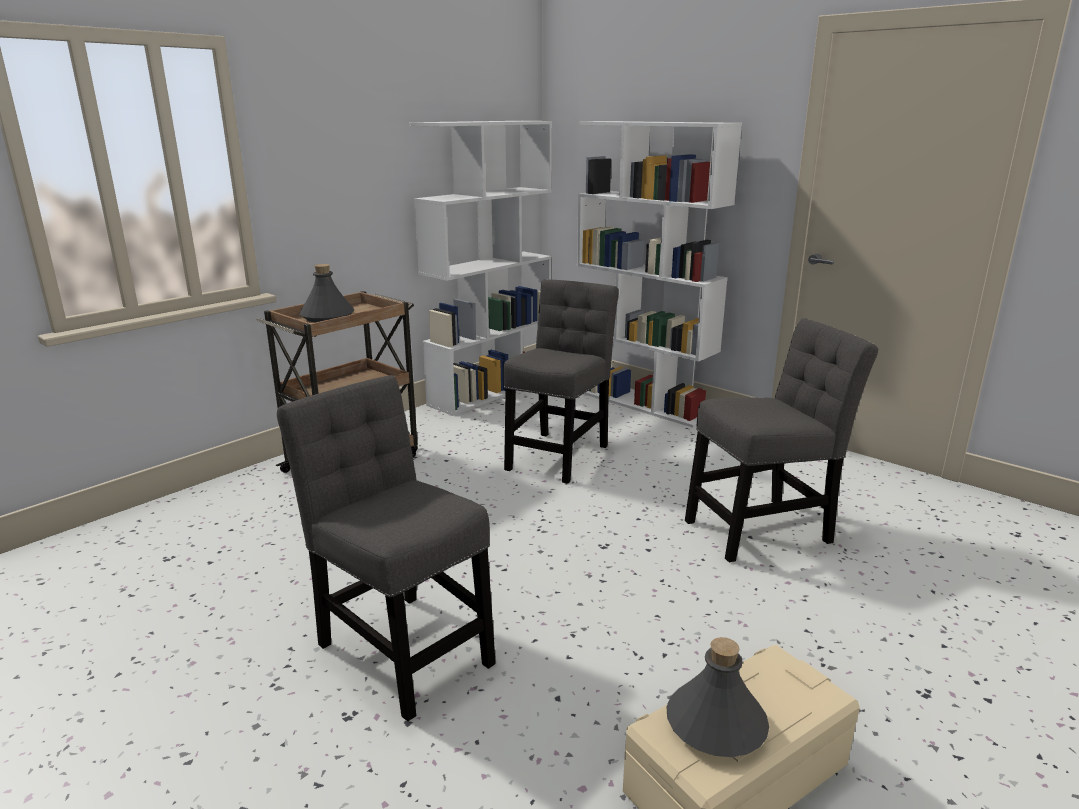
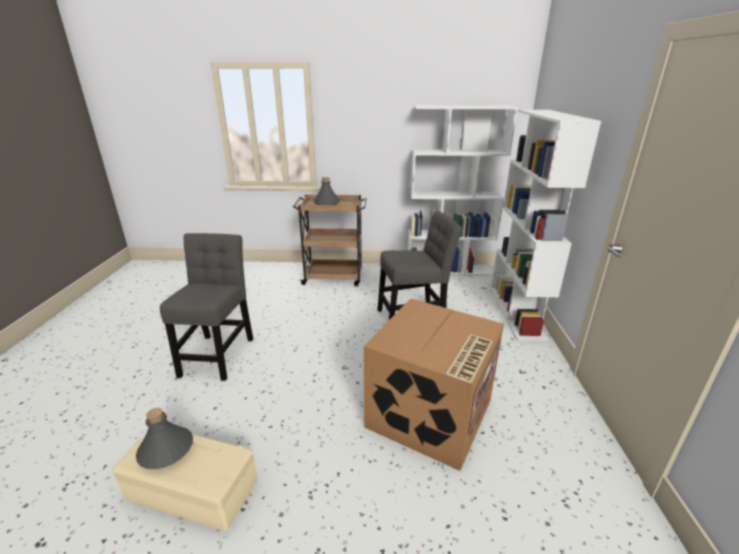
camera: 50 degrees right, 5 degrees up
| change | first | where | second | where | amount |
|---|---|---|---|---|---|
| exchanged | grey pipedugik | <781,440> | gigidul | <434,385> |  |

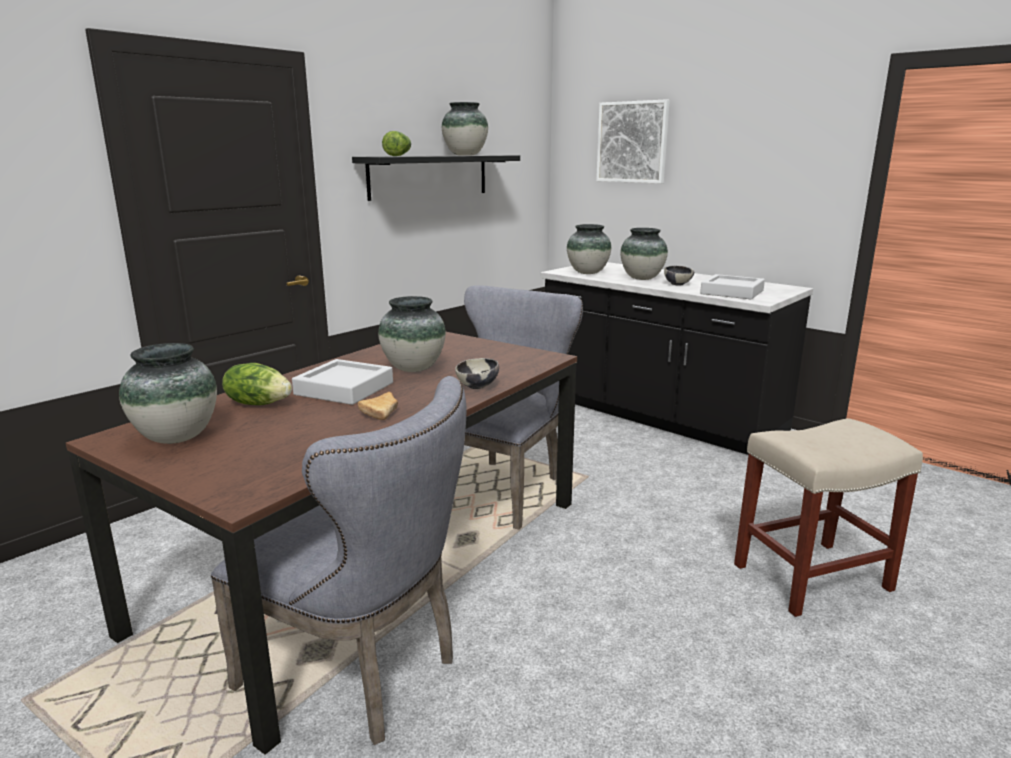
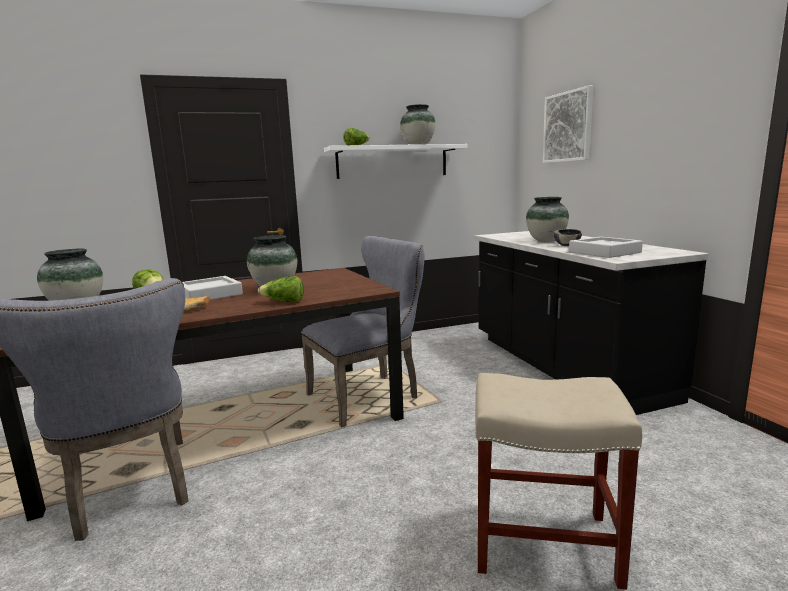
camera: 30 degrees right, 5 degrees down
| change | first | where | second | where | amount |
|---|---|---|---|---|---|
| colour | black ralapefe | <436,178> | white ralapefe | <396,161> |  |
| exchanged | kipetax | <477,373> | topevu | <281,289> |  |
| missing | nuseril | <589,249> |  |  |  |

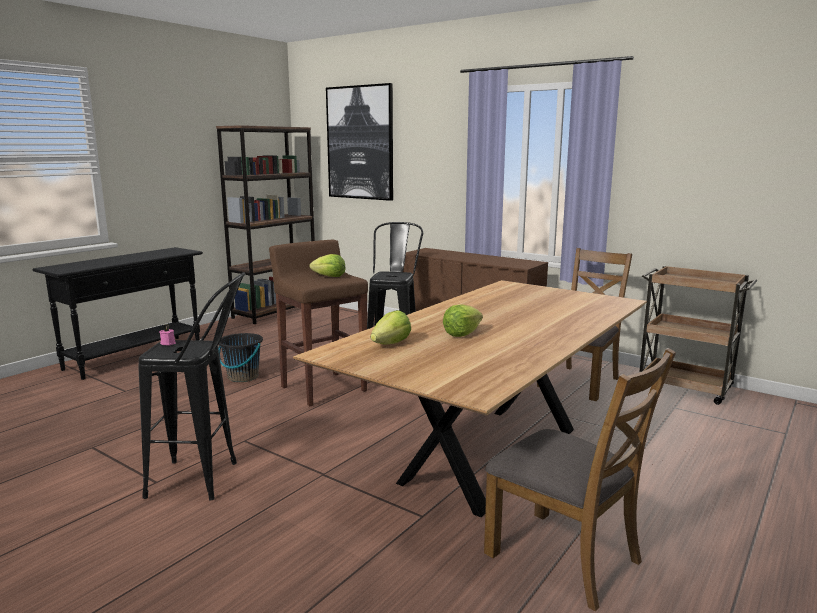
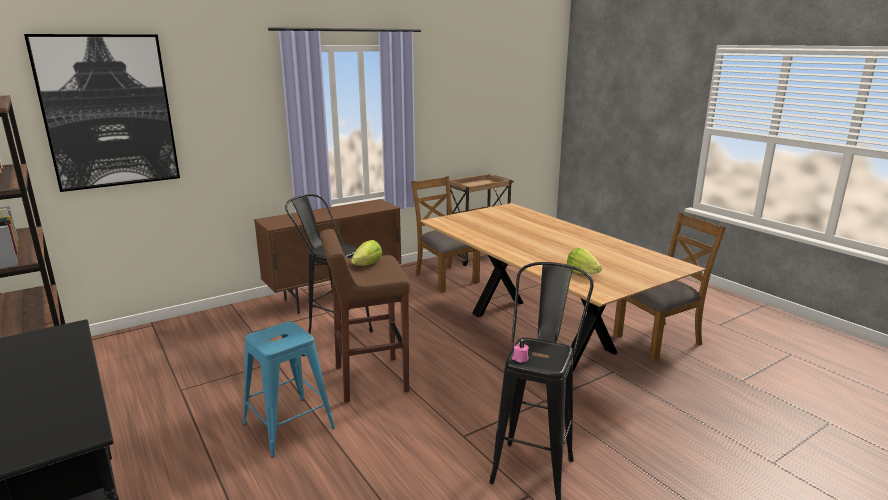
camera: 70 degrees left, 5 degrees up
| change | first | where | second | where | amount |
|---|---|---|---|---|---|
| exchanged | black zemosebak | <240,357> | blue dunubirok | <289,389> |  |
| missing | topevu | <463,320> |  |  |  |

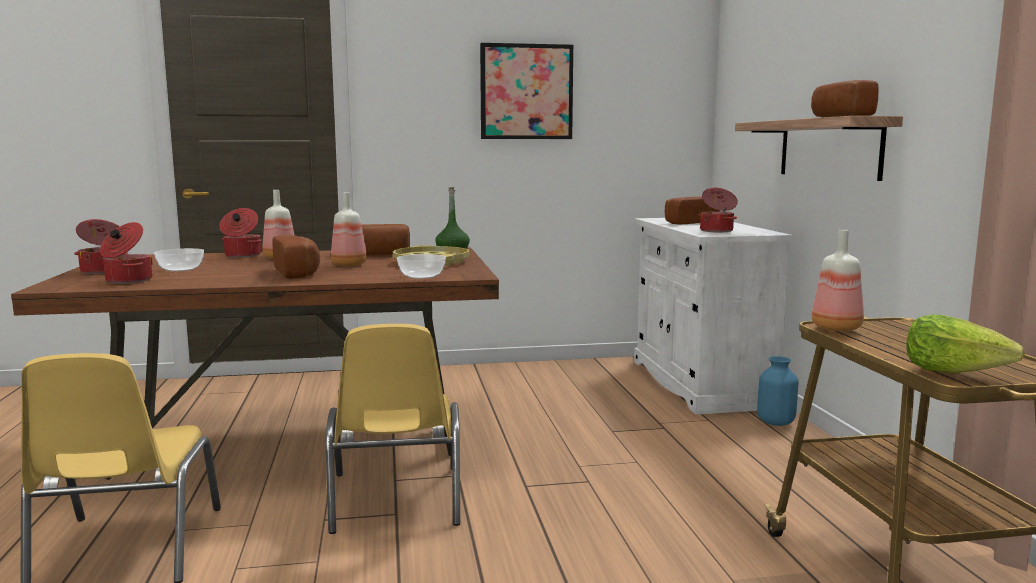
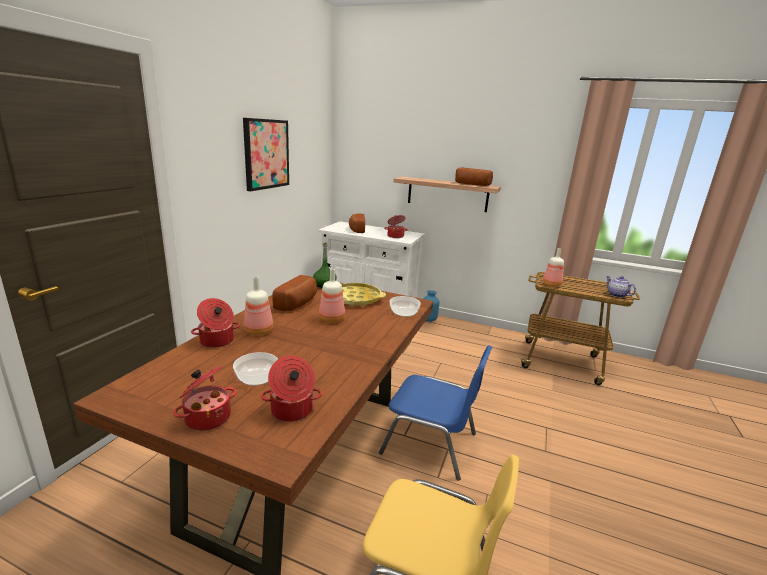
camera: 60 degrees left, 10 degrees up
| change | first | where | second | where | amount |
|---|---|---|---|---|---|
| missing | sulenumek | <296,256> |  |  |  |
| colour | yellow pipedugik | <392,429> | blue pipedugik | <436,412> |  |
| exchanged | topevu | <965,343> | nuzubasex | <621,287> |  |

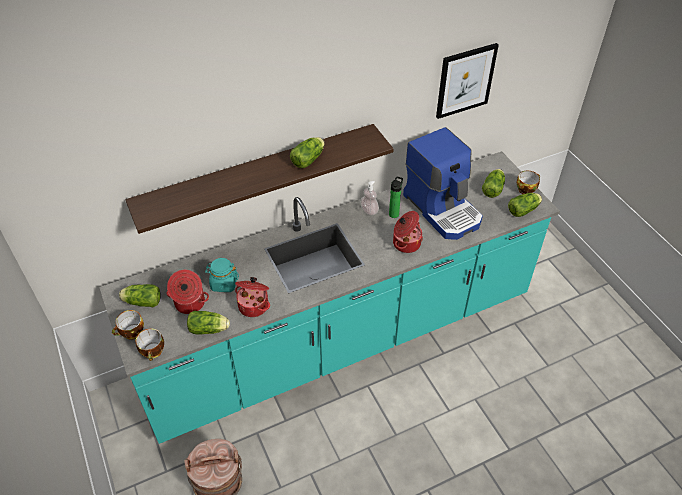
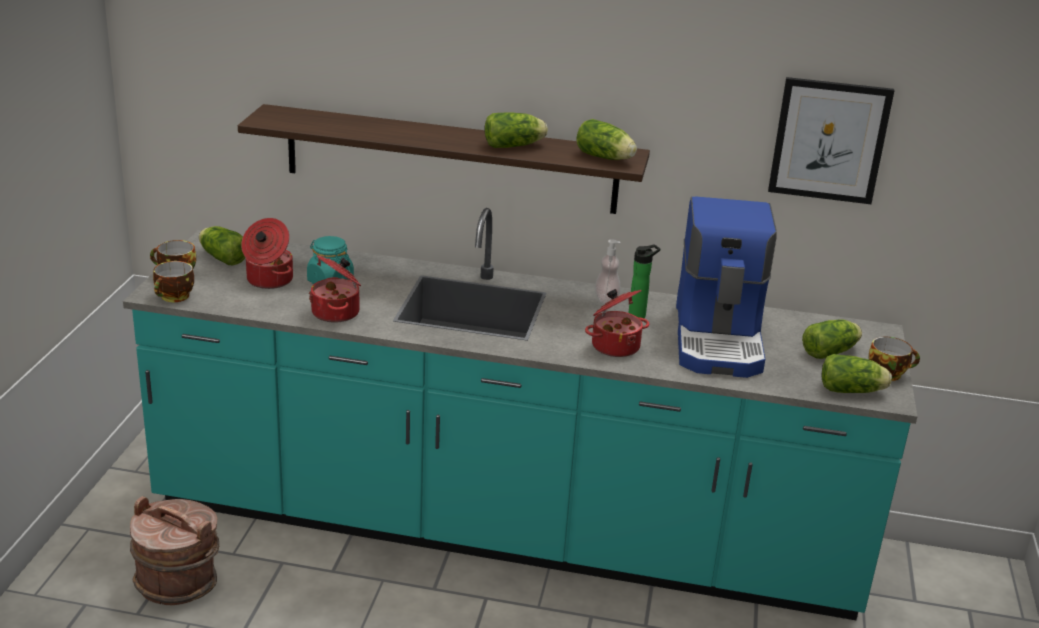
camera: 35 degrees right, 20 degrees down
| change | first | where | second | where | amount |
|---|---|---|---|---|---|
| relocated | topevu | <208,323> |  | <606,139> |  |

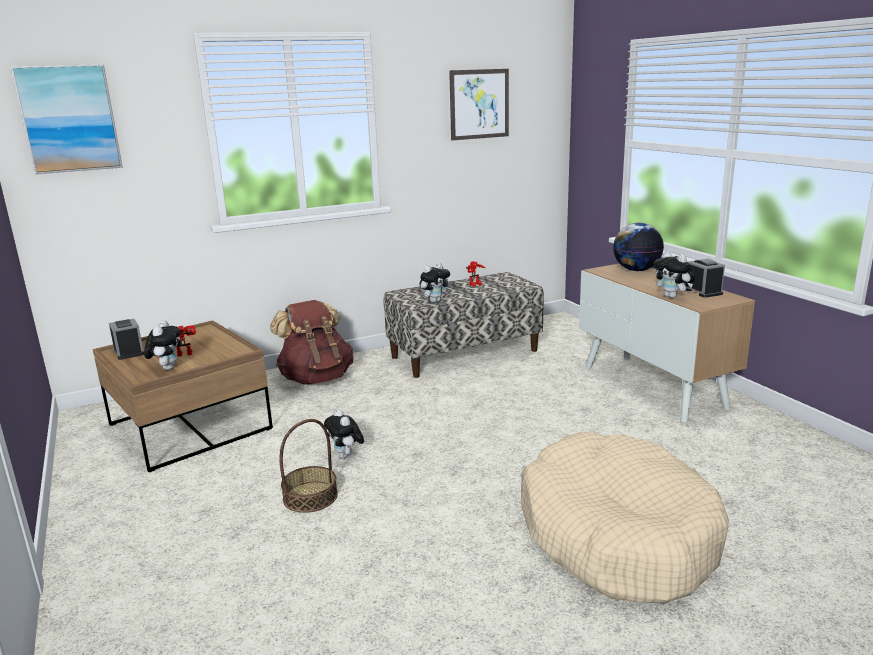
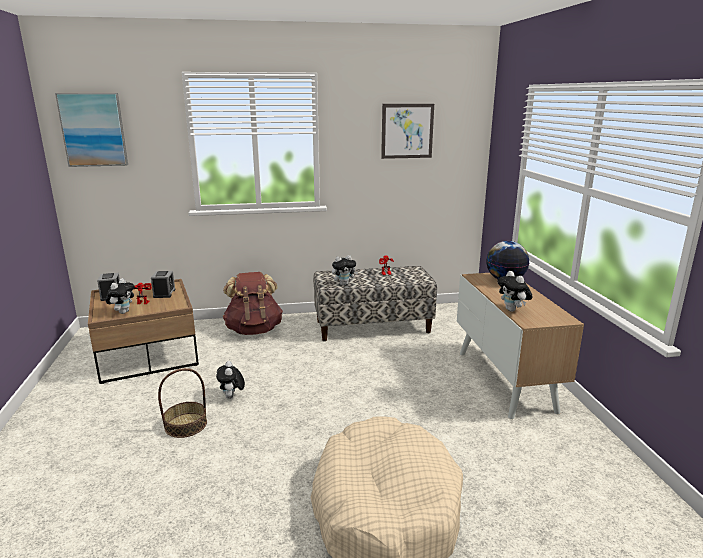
camera: 15 degrees right, 0 degrees up
| change | first | where | second | where | amount |
|---|---|---|---|---|---|
| relocated | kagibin | <705,278> |  | <163,284> |  |

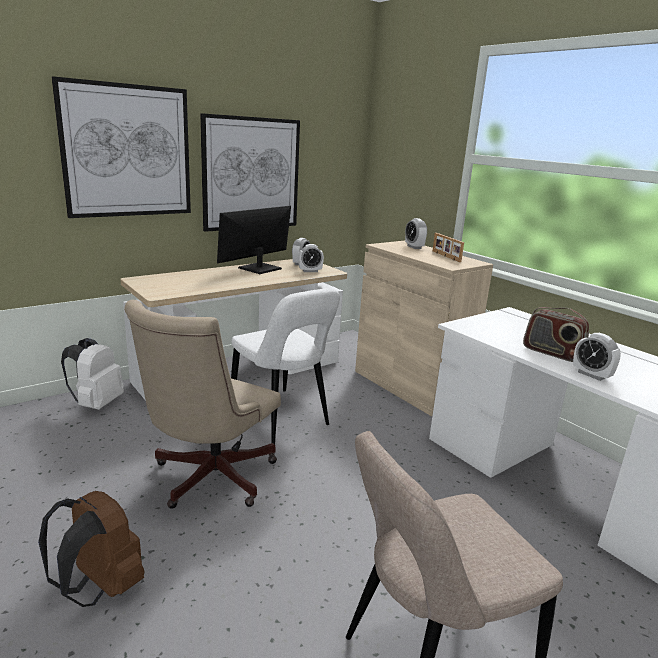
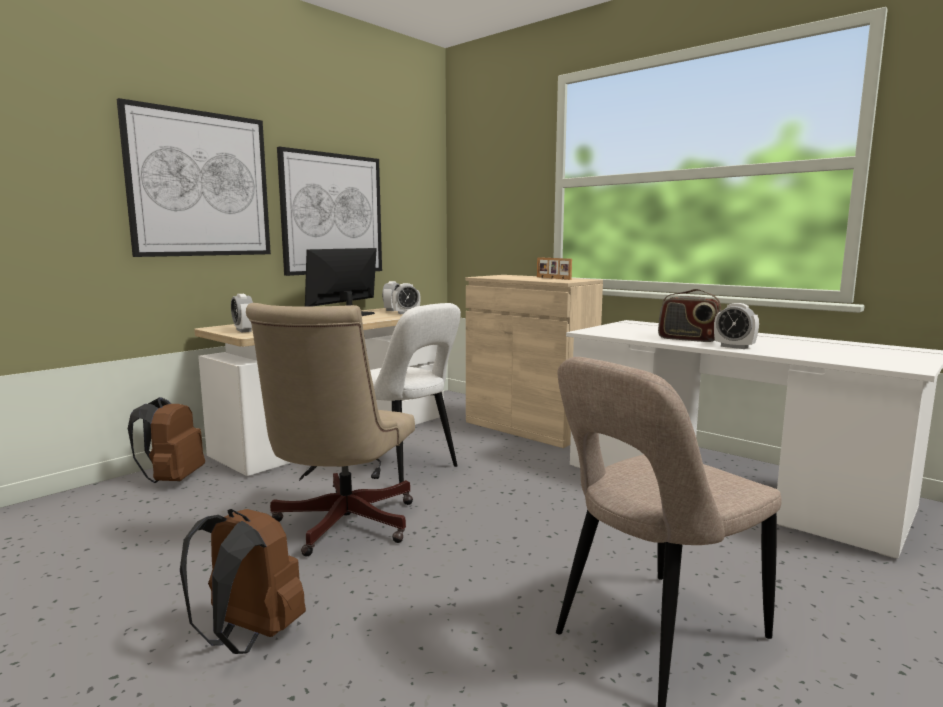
camera: 10 degrees left, 10 degrees down
| change | first | where | second | where | amount |
|---|---|---|---|---|---|
| colour | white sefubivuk | <92,374> | brown sefubivuk | <166,440> |  |
| relocated | kagibin | <416,233> |  | <242,313> |  |

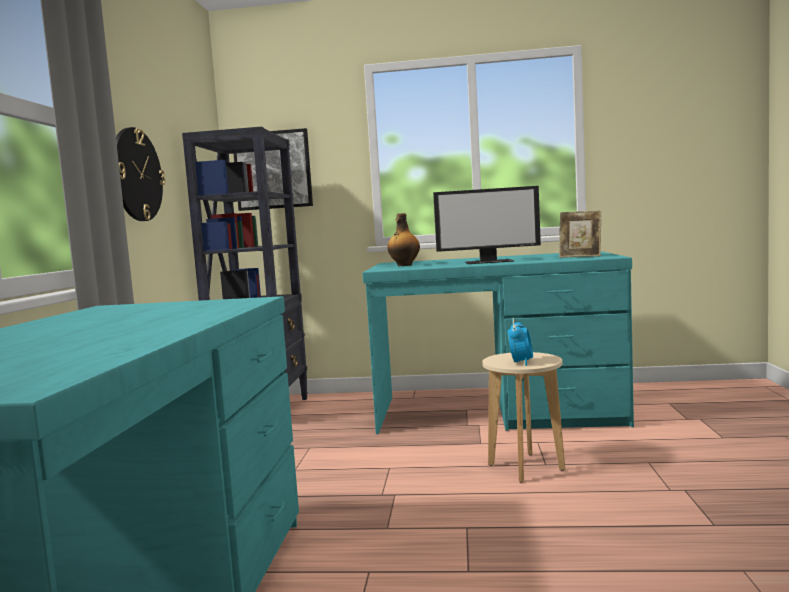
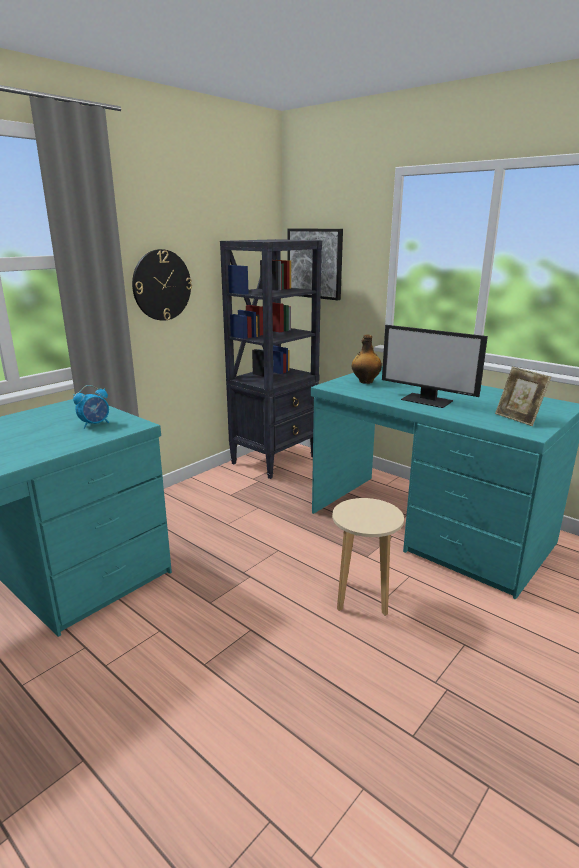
camera: 35 degrees right, 15 degrees up
| change | first | where | second | where | amount |
|---|---|---|---|---|---|
| relocated | kagibin | <520,342> |  | <91,407> |  |

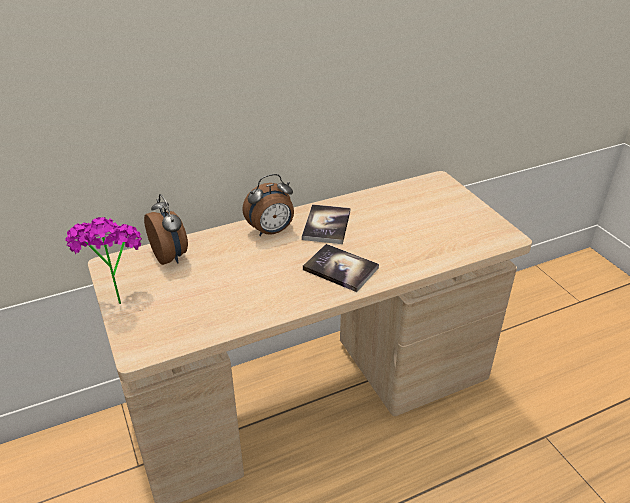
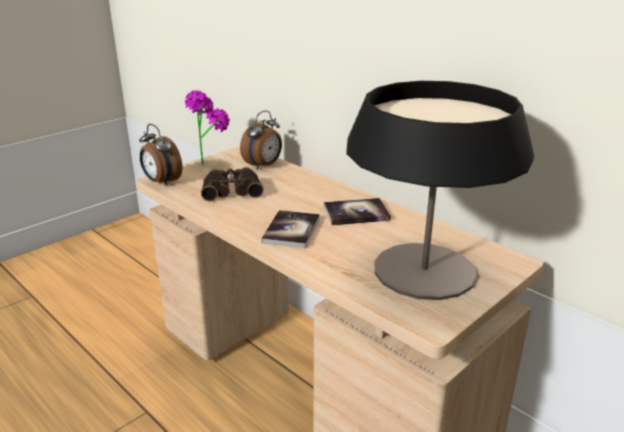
camera: 70 degrees right, 10 degrees down
| change | first | where | second | where | amount |
|---|---|---|---|---|---|
| relocated | kagibin | <268,205> |  | <160,155> |  |
| appeared |  |  | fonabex | <232,184> |  |
| appeared |  |  | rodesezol | <440,190> |  |

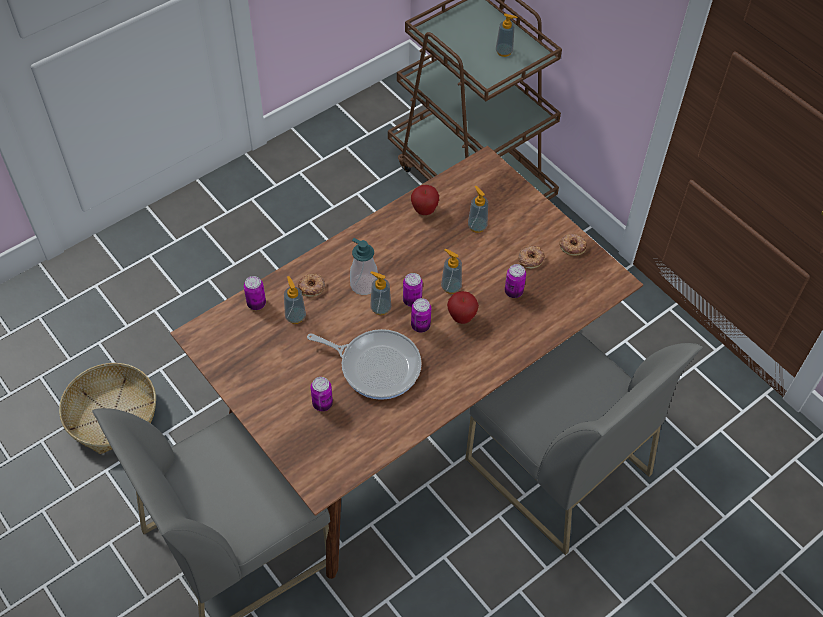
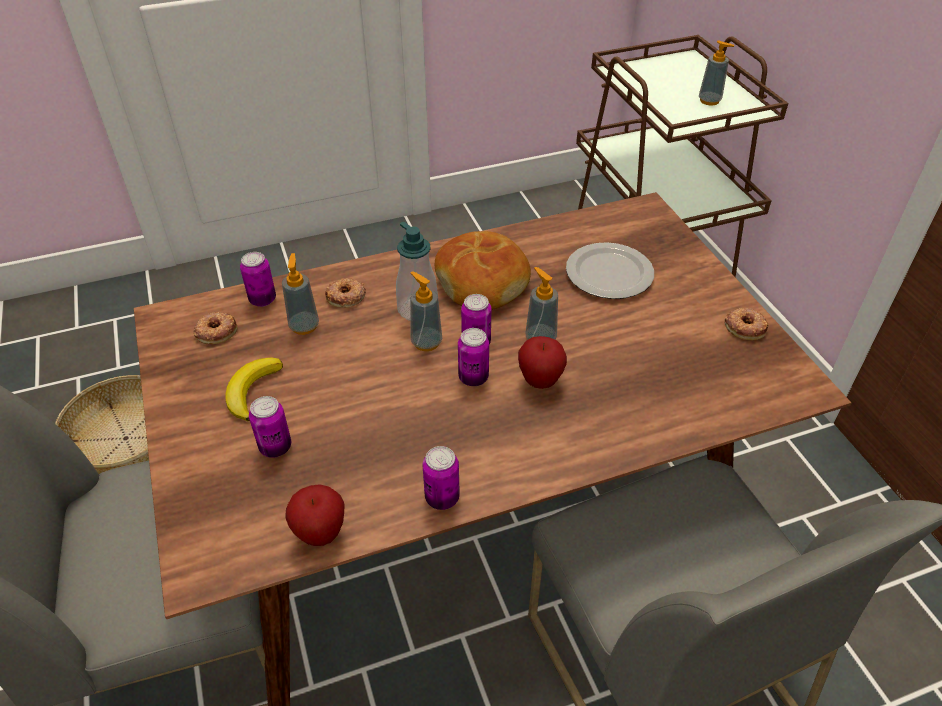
camera: 20 degrees right, 10 degrees down
| change | first | where | second | where | amount |
|---|---|---|---|---|---|
| missing | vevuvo | <364,364> |  |  |  |
| relocated | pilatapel | <425,200> |  | <315,515> |  |
| exchanged | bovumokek | <478,209> | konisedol | <610,270> |  |
| relocated | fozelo | <515,281> |  | <441,478> |  |
| relocated | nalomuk | <531,257> |  | <215,328> |  |
| appeared |  |  | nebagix | <254,389> |  |
| appeared |  |  | sulenumek | <483,270> |  |

